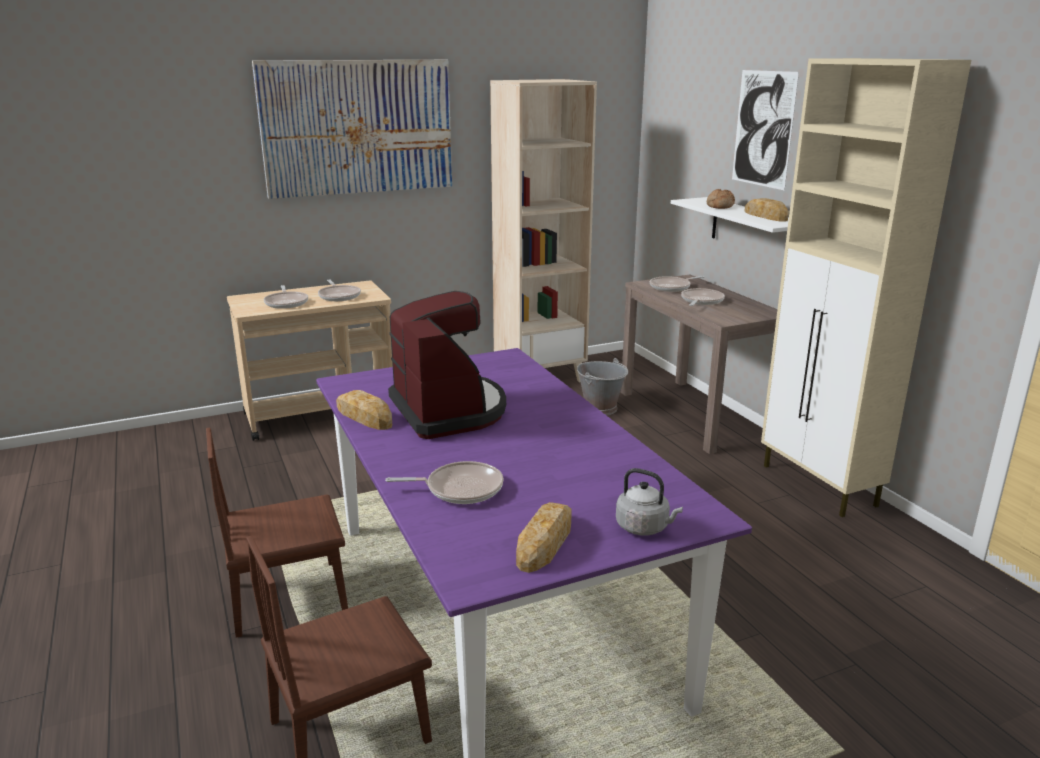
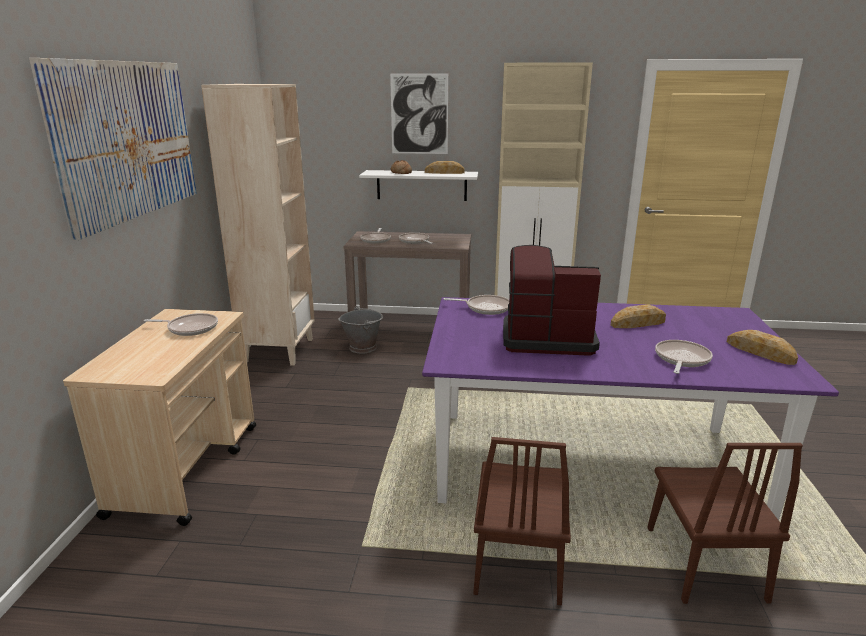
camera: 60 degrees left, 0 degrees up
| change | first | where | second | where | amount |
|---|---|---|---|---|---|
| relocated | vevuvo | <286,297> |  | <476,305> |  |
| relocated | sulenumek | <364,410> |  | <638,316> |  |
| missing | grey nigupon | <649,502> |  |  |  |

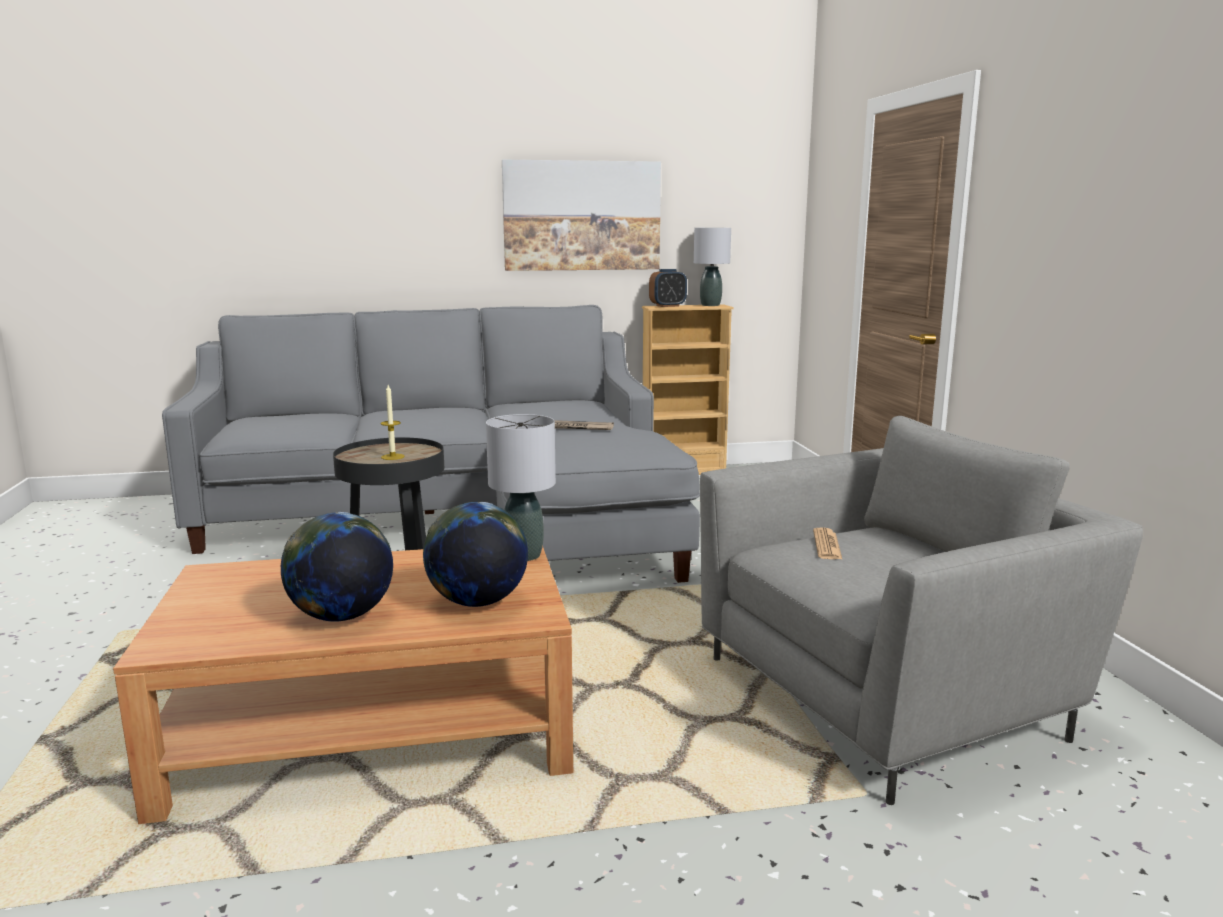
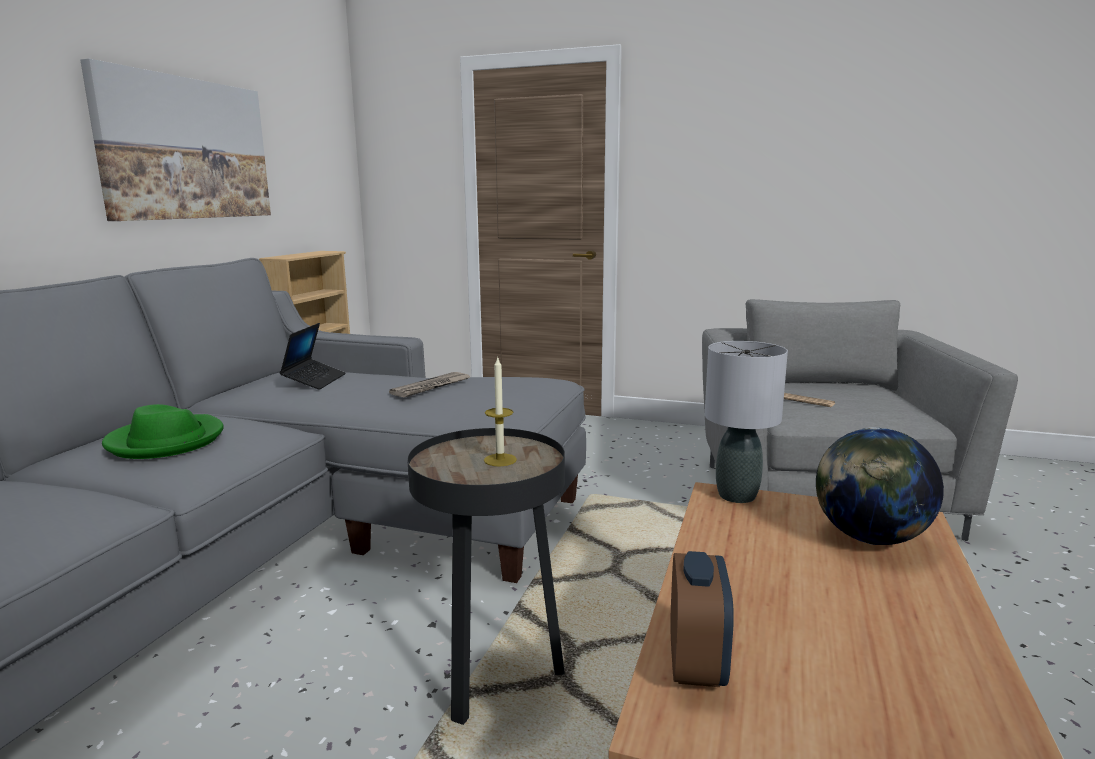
camera: 60 degrees left, 0 degrees up
| change | first | where | second | where | amount |
|---|---|---|---|---|---|
| missing | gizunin | <337,567> |  |  |  |
| relocated | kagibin | <668,288> |  | <702,619> |  |
| missing | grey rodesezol | <712,267> |  |  |  |
| appeared |  |  | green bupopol | <163,431> |  |
| appeared |  |  | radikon | <312,356> |  |

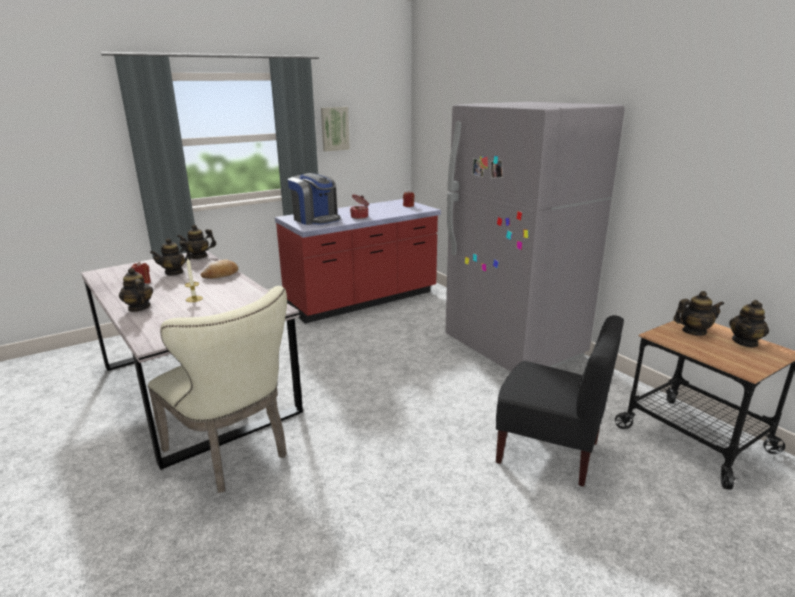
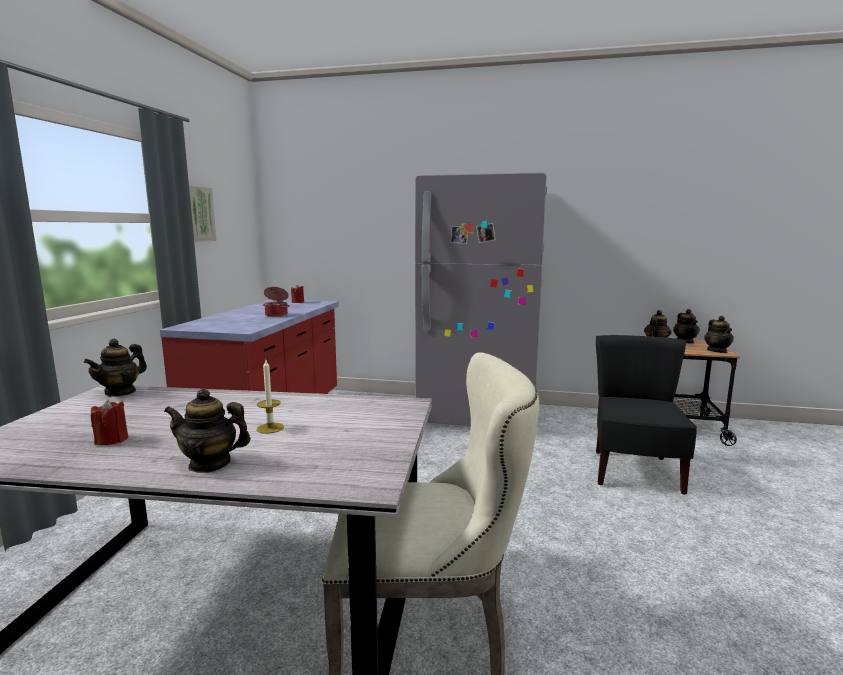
camera: 45 degrees left, 10 degrees down
| change | first | where | second | where | amount |
|---|---|---|---|---|---|
| relocated | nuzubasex | <171,257> |  | <719,334> |  |
| missing | sulenumek | <219,269> |  |  |  |
| missing | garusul | <314,199> |  |  |  |
| spun | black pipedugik | <560,401> |  | <646,415> | 60 degrees counterclockwise |

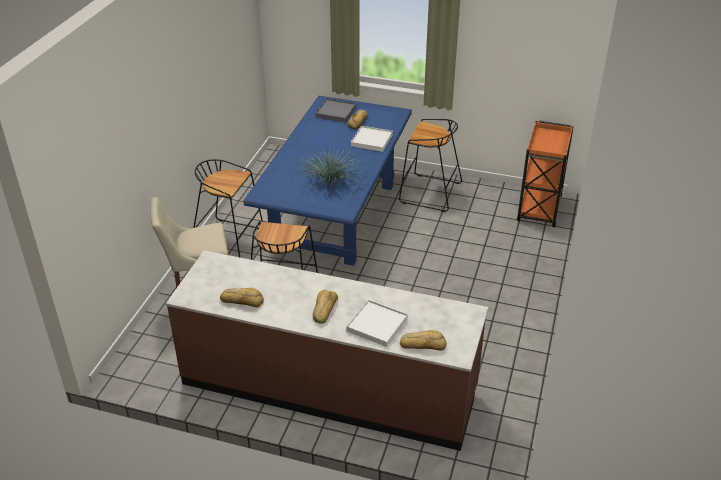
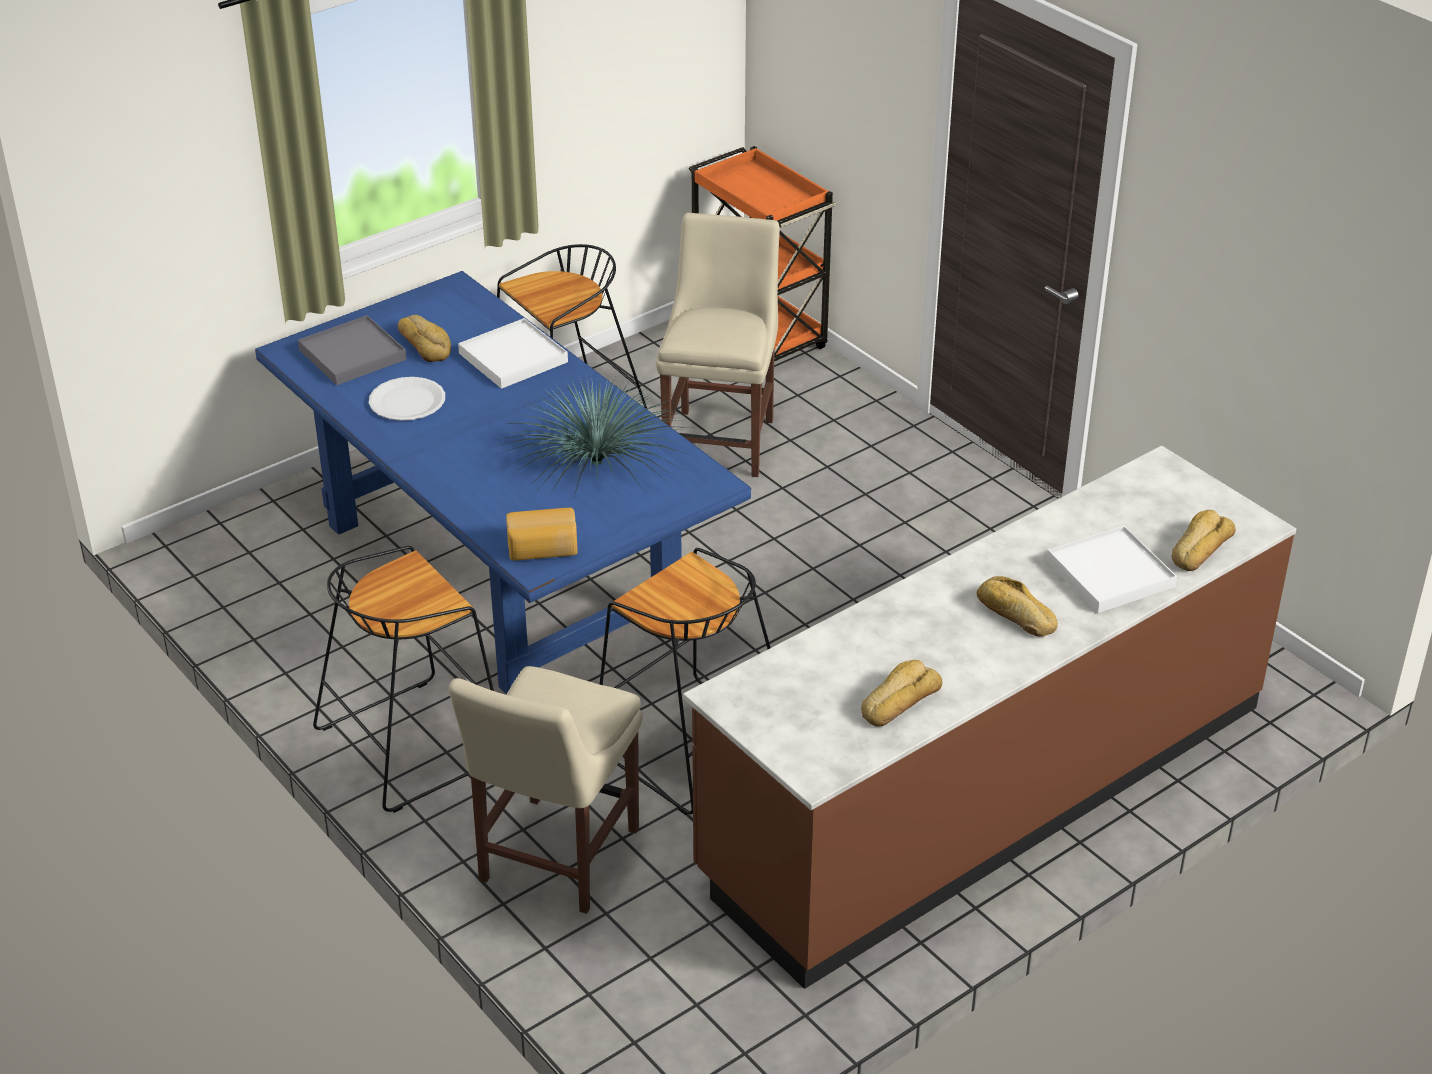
camera: 55 degrees left, 0 degrees up
| change | first | where | second | where | amount |
|---|---|---|---|---|---|
| appeared |  |  | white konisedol | <407,399> |  |
| appeared |  |  | sulenumek | <542,534> |  |
| appeared |  |  | beige pipedugik | <718,345> |  |

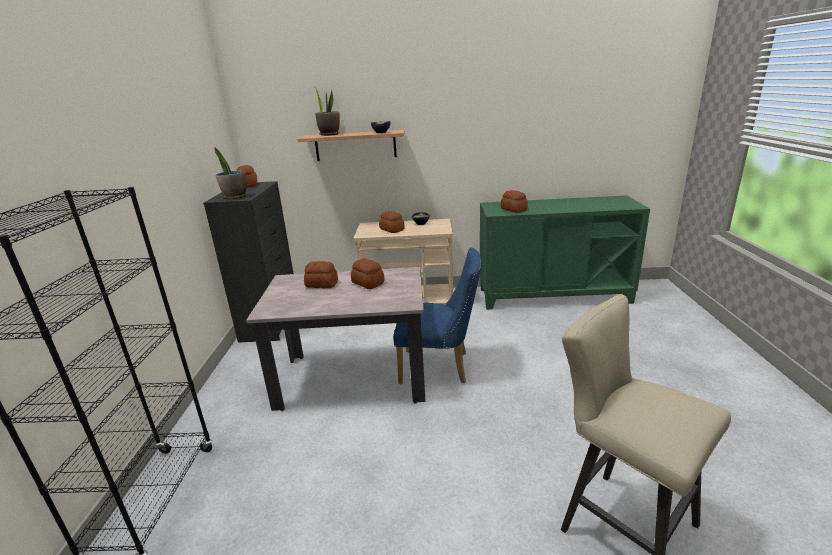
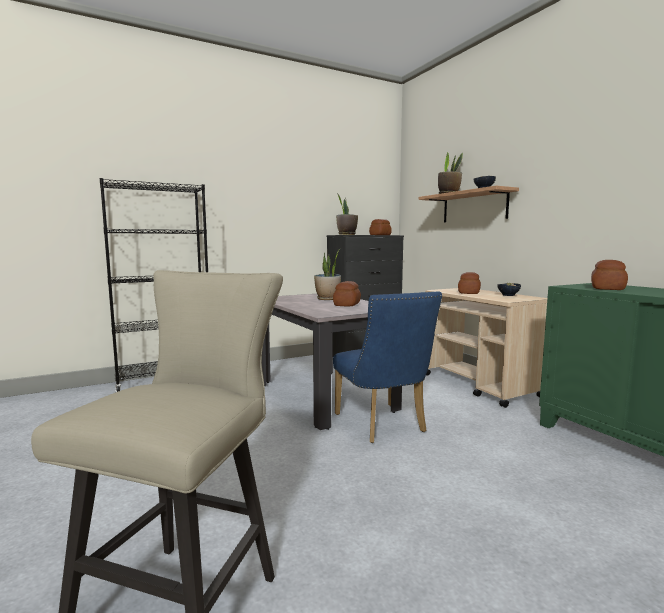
camera: 60 degrees right, 15 degrees down
| change | first | where | second | where | amount |
|---|---|---|---|---|---|
| exchanged | sulenumek | <321,274> | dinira | <327,274> |  |

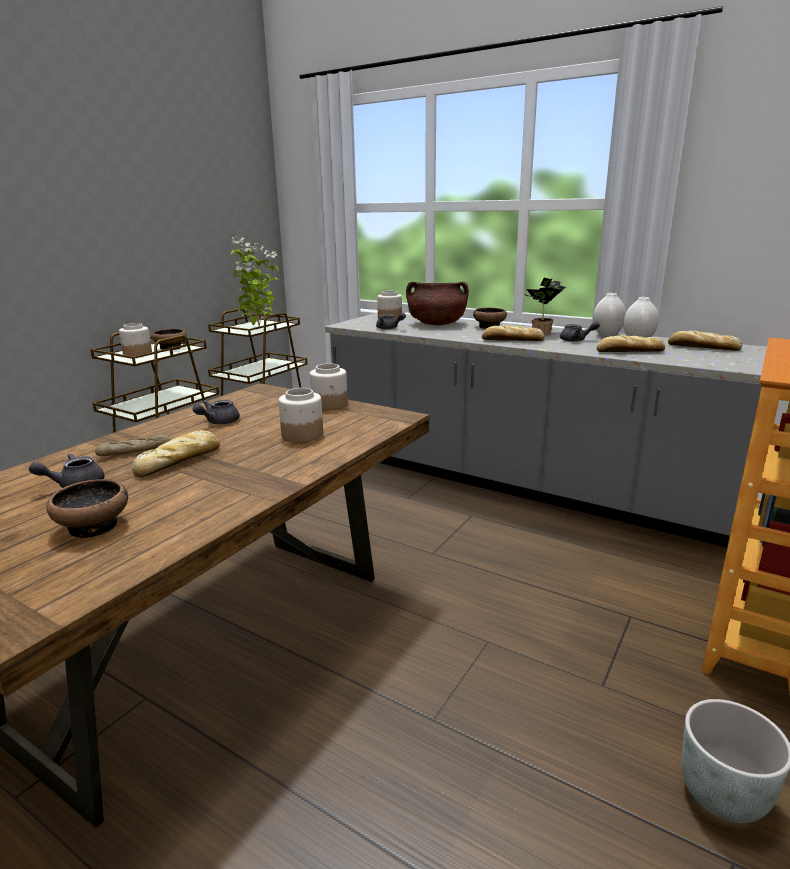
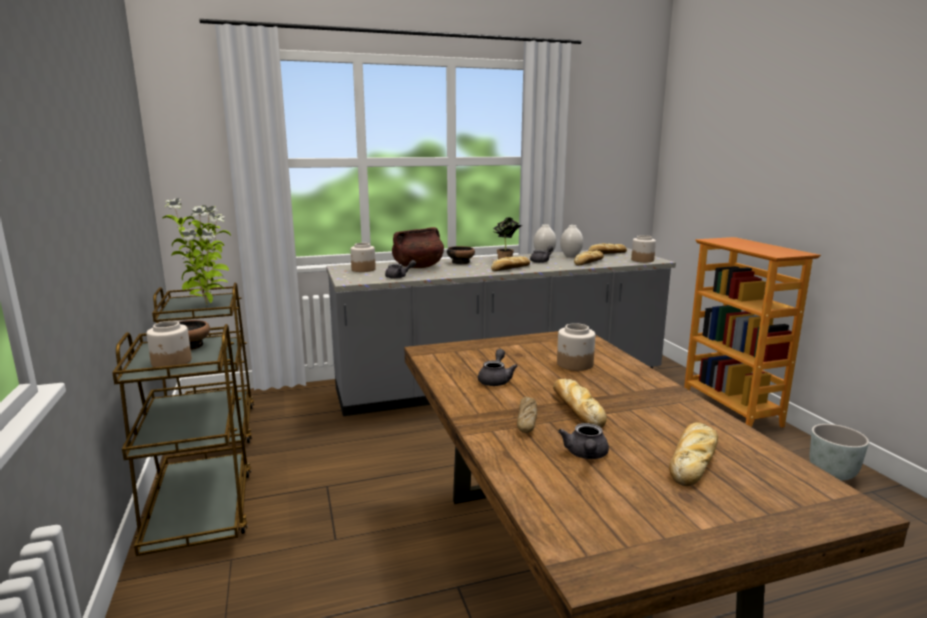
camera: 50 degrees left, 5 degrees down
| change | first | where | second | where | amount |
|---|---|---|---|---|---|
| exchanged | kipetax | <87,508> | sulenumek | <693,454> |  |
| spun | grey nuzubasex | <216,412> |  | <498,367> | 150 degrees counterclockwise |
| relocated | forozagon | <329,386> |  | <643,248> |  |

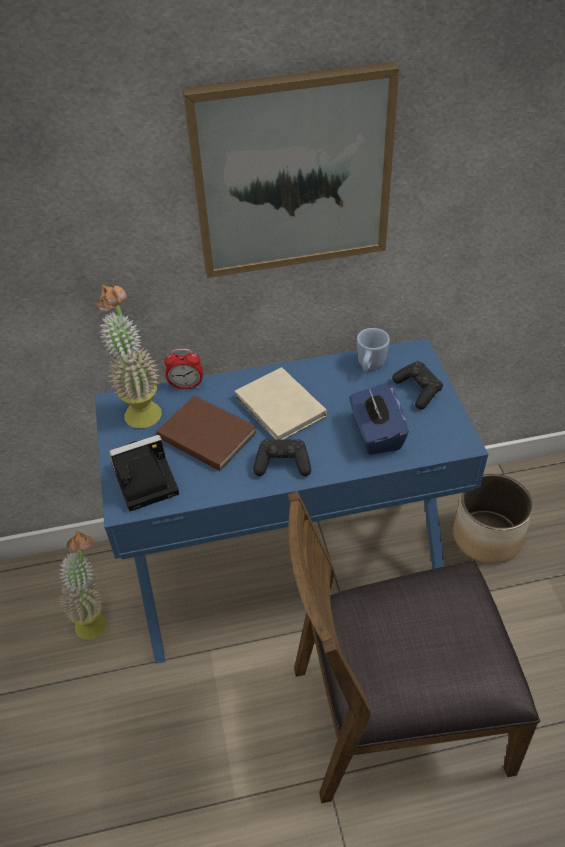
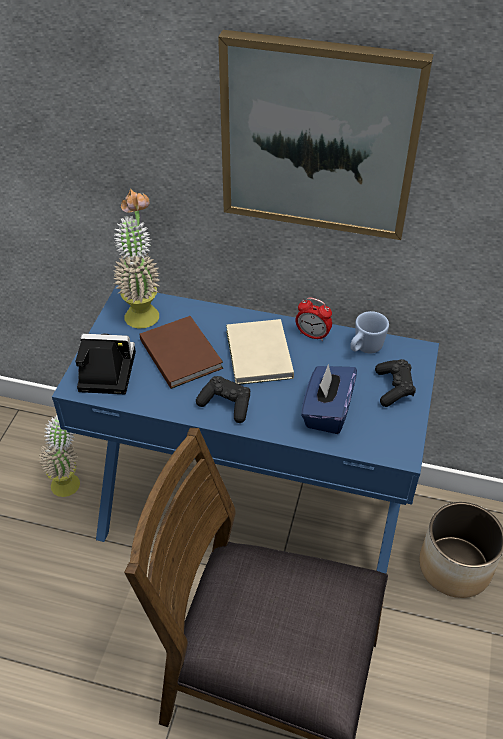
camera: 25 degrees right, 0 degrees up
| change | first | where | second | where | amount |
|---|---|---|---|---|---|
| relocated | kagibin | <183,369> |  | <314,319> |  |

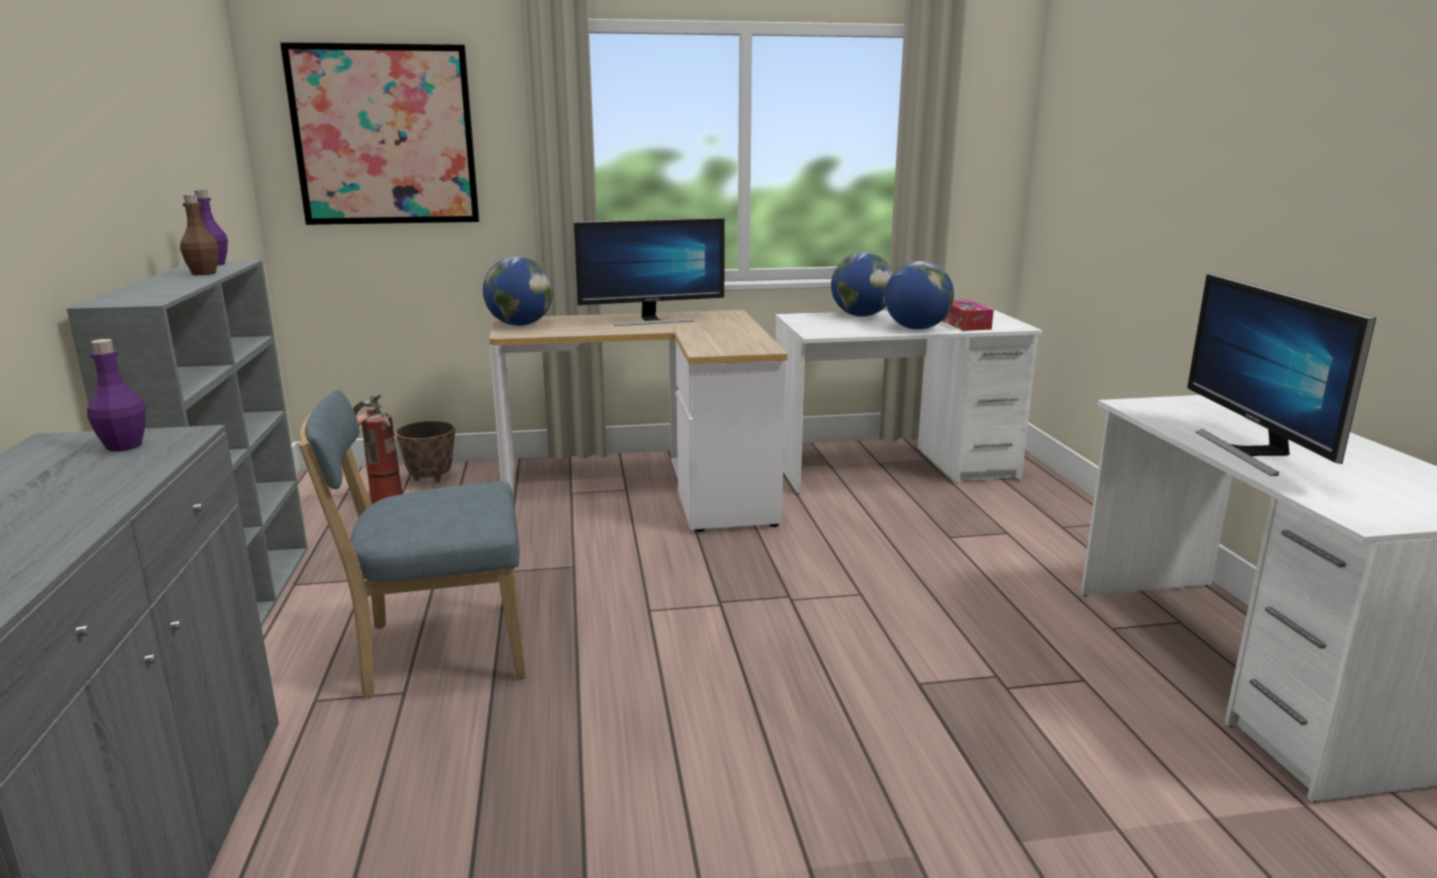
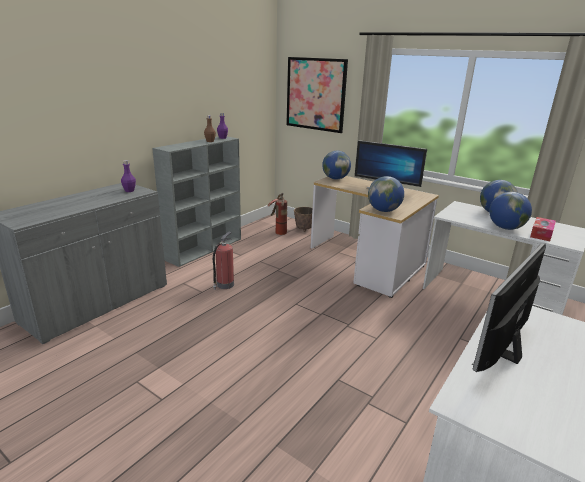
camera: 45 degrees right, 5 degrees up
| change | first | where | second | where | amount |
|---|---|---|---|---|---|
| exchanged | blue pipedugik | <412,543> | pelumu | <223,261> |  |
| appeared |  |  | gizunin | <386,194> |  |

